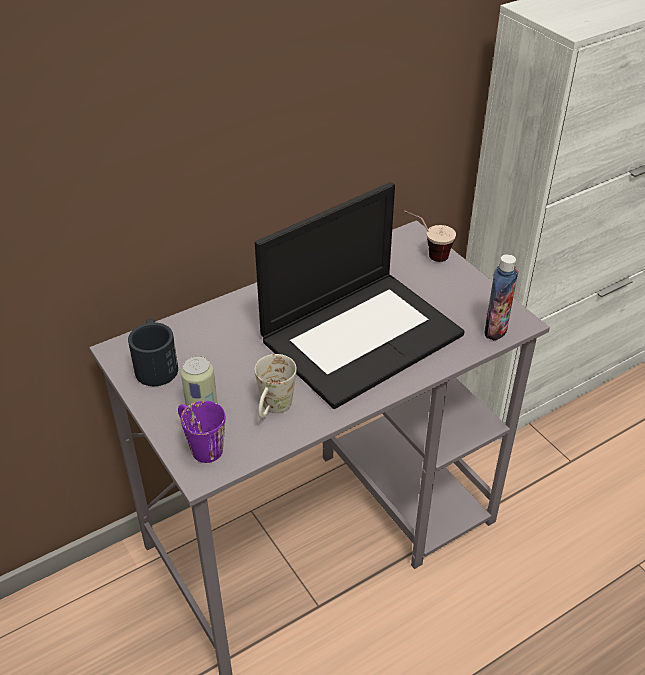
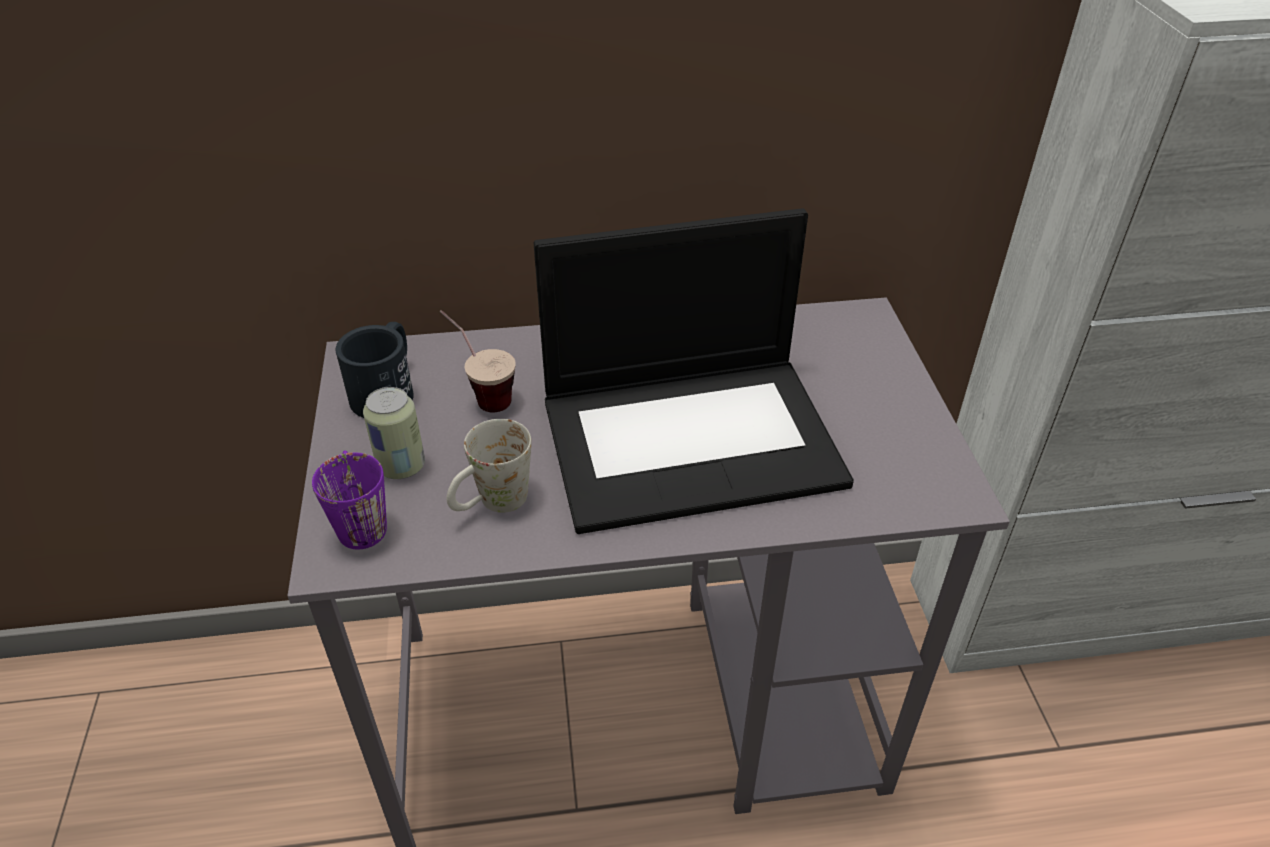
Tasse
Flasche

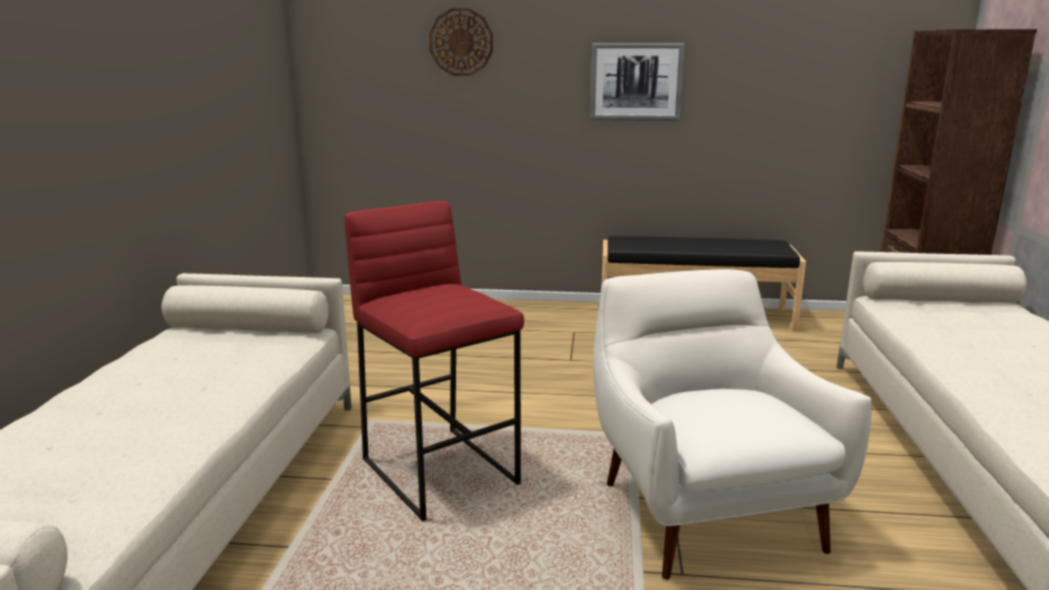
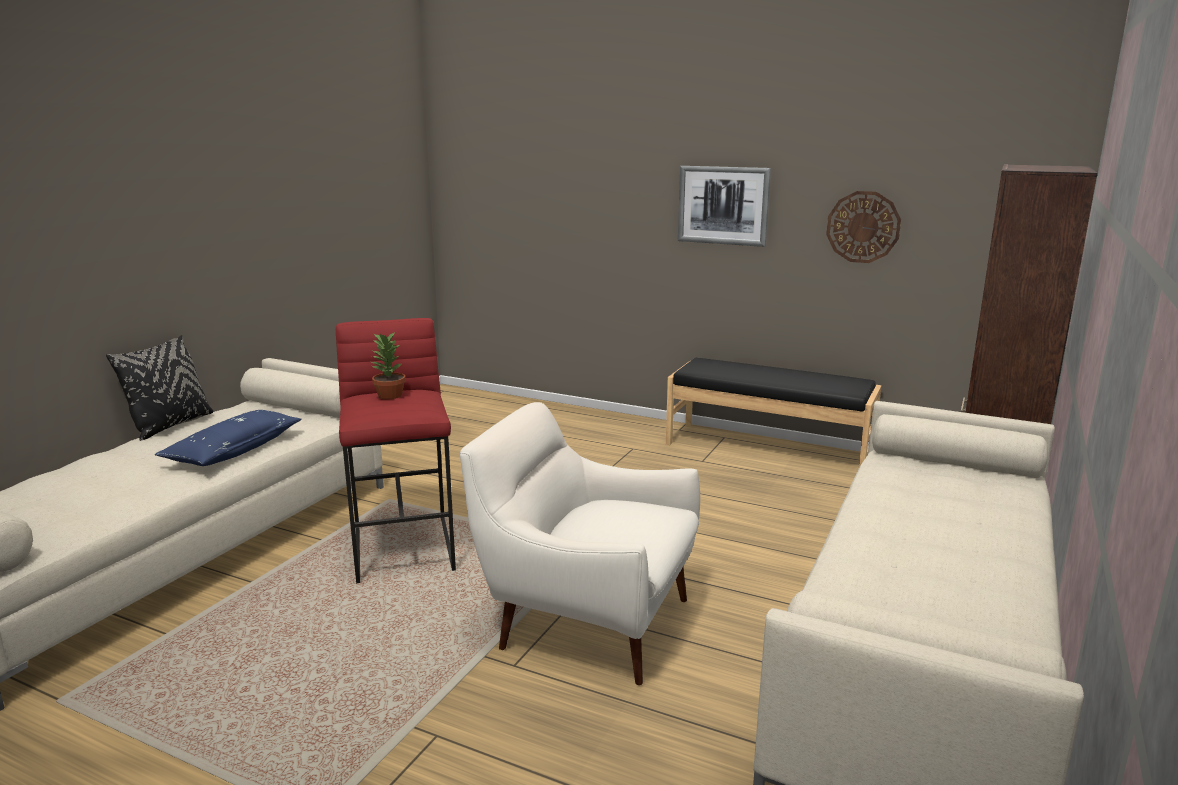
Wanduhr
Sessel/weiß
Topfpflanze
Kissen/schwarz
Kissen/blau

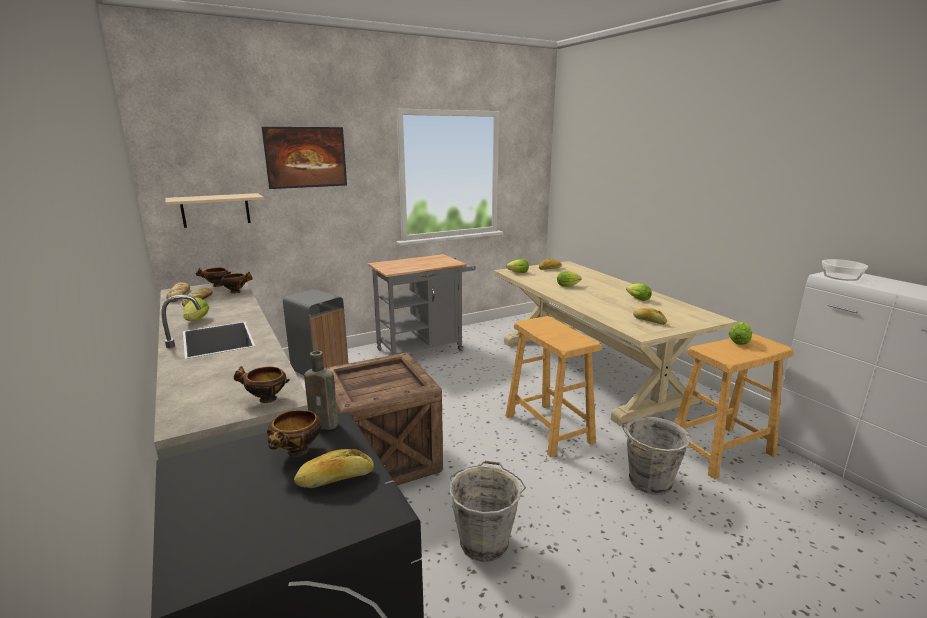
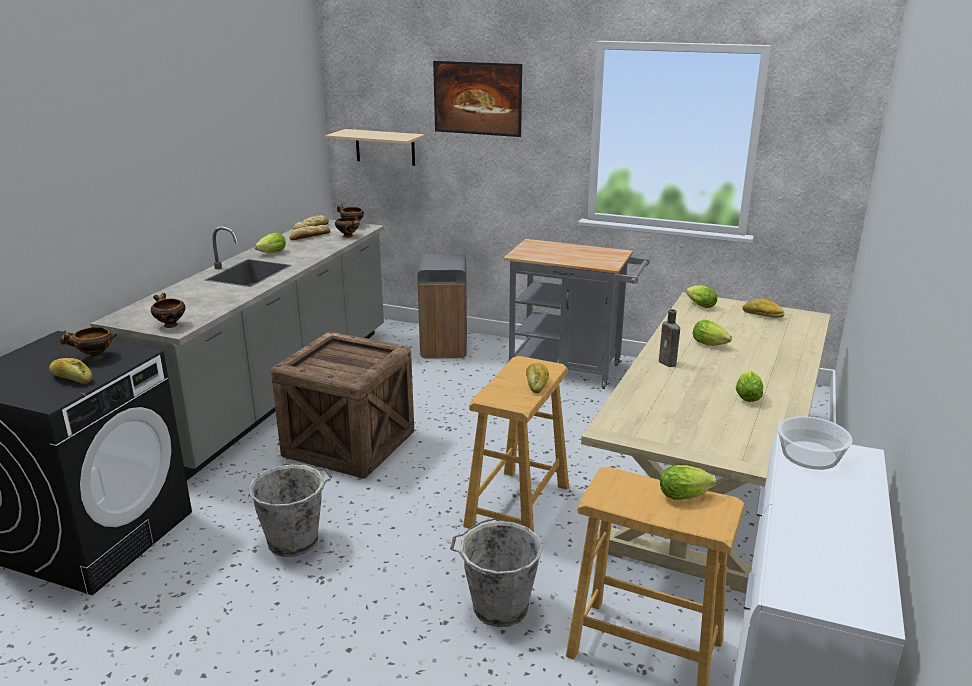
Brot (no. 4 from left)
Flasche/braun

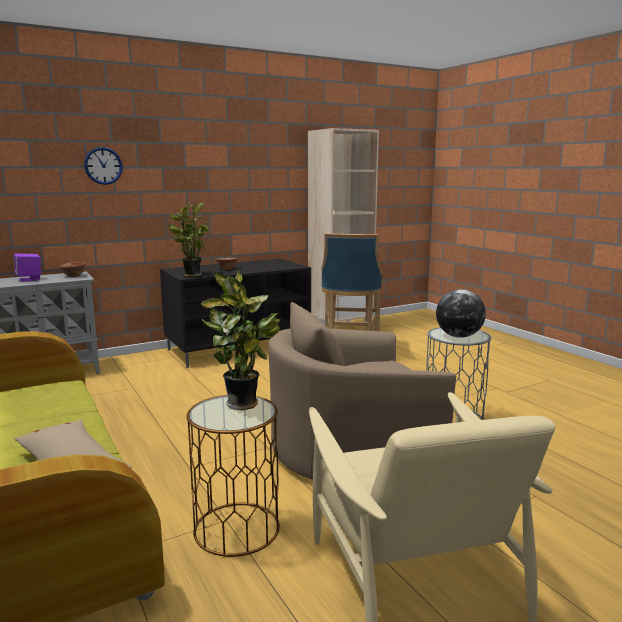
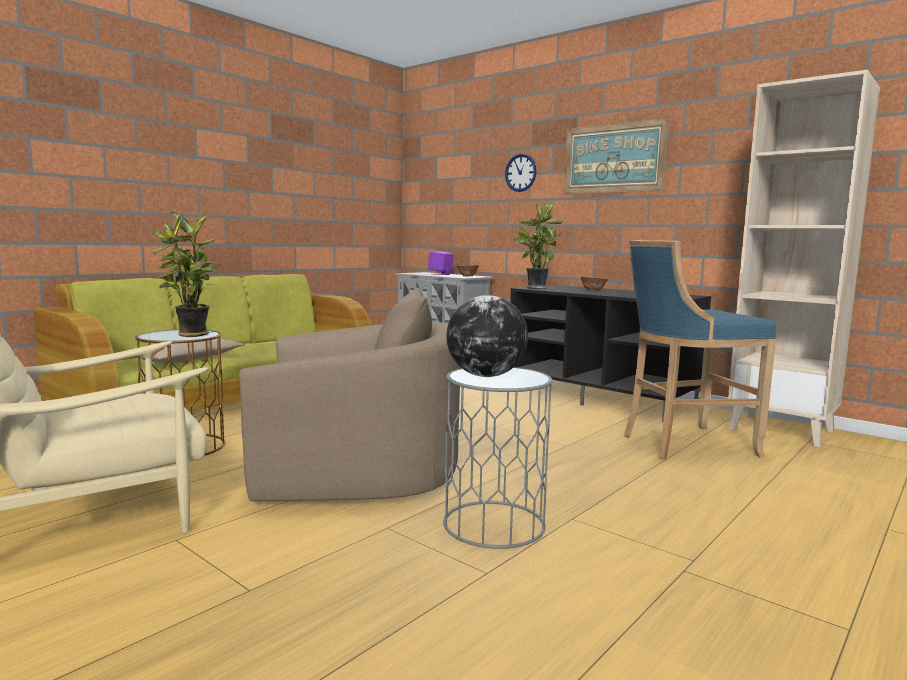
Sessel/beige (no. 2 from left)
Bild

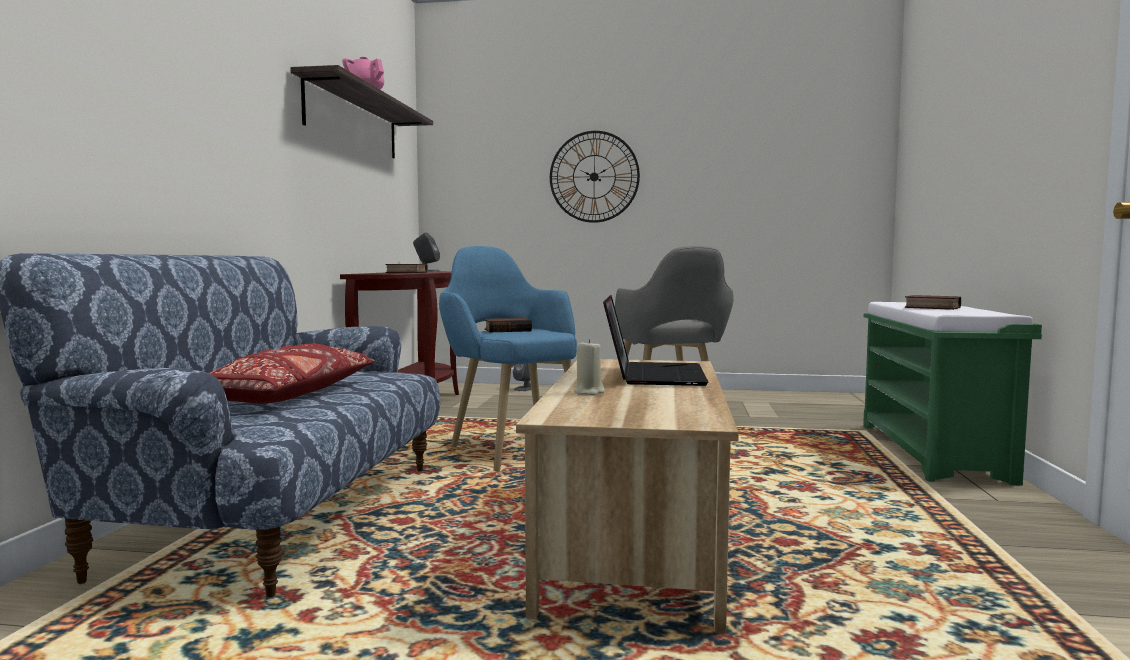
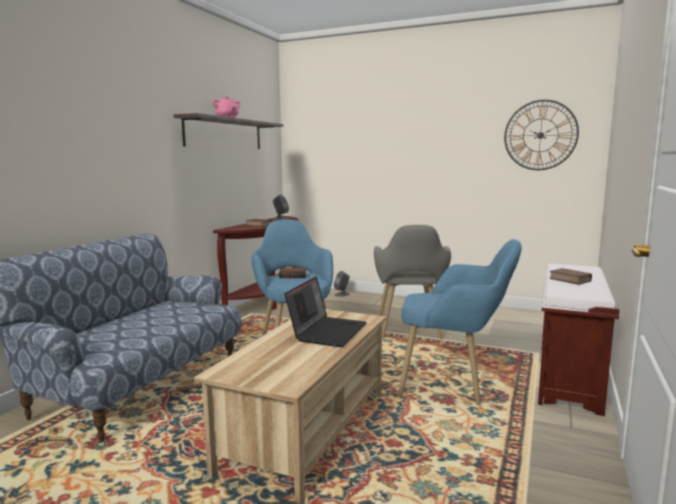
Wanduhr
Bank/braun
Kerze/beige
Kissen/rot
Sessel/blau (no. 2 from left)

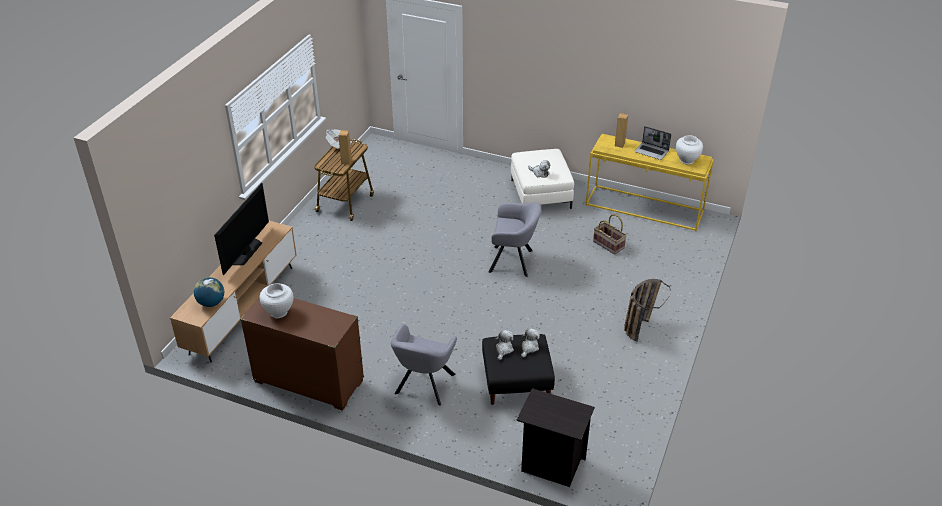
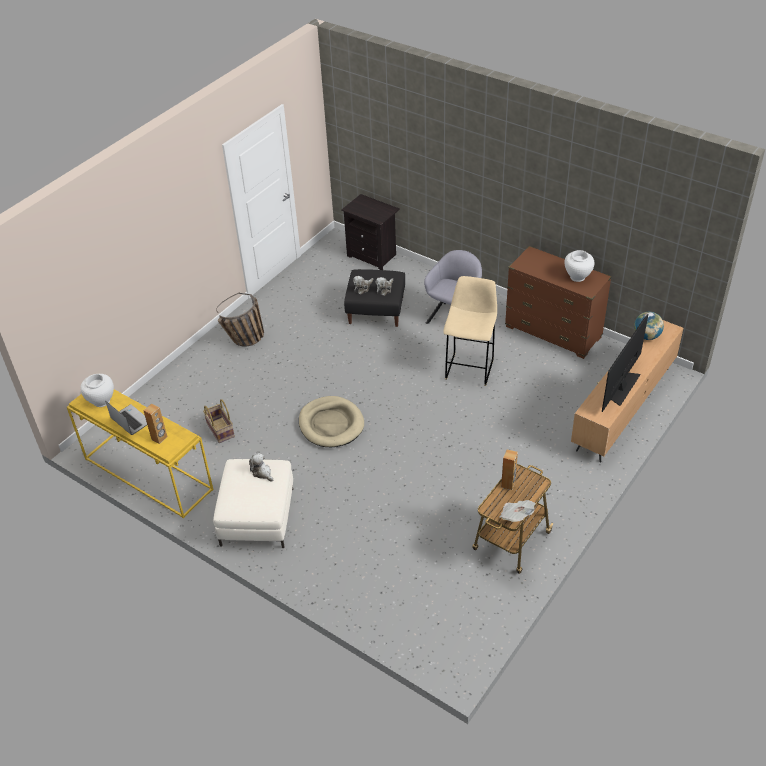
Hundebett/beige
Hocker/beige

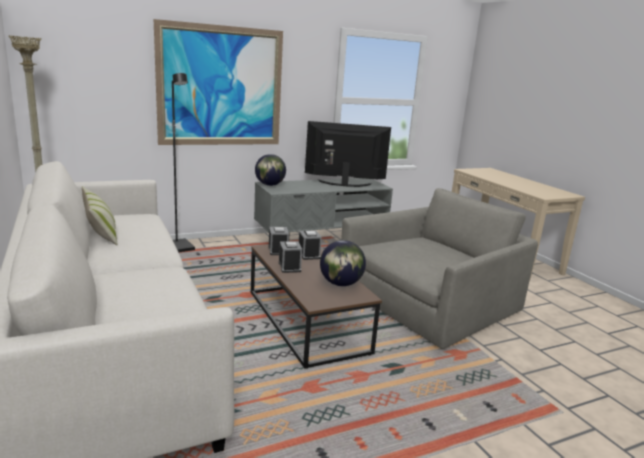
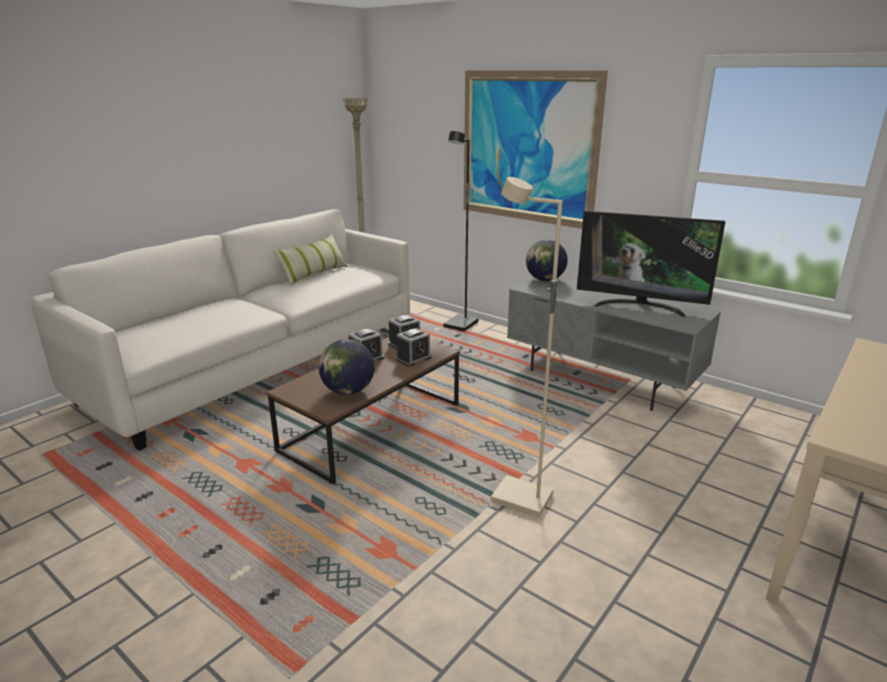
Fernseher
Stehlampe/beige (no. 2 from left)

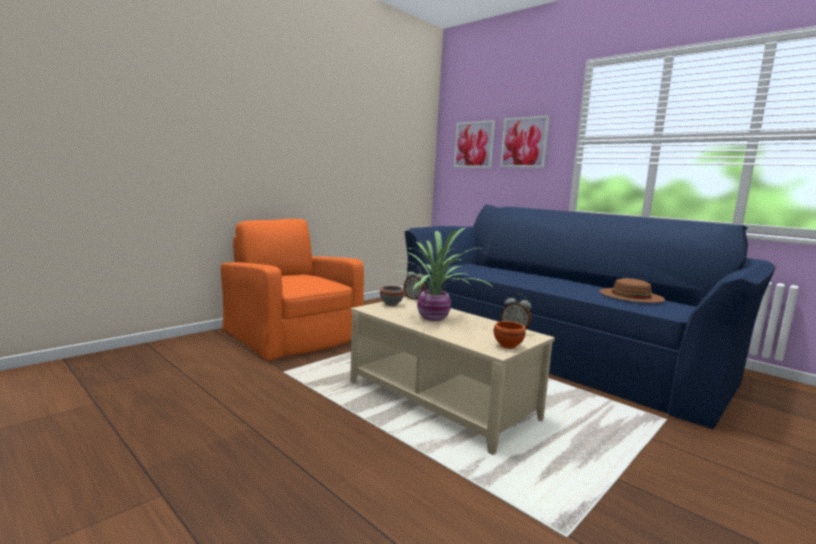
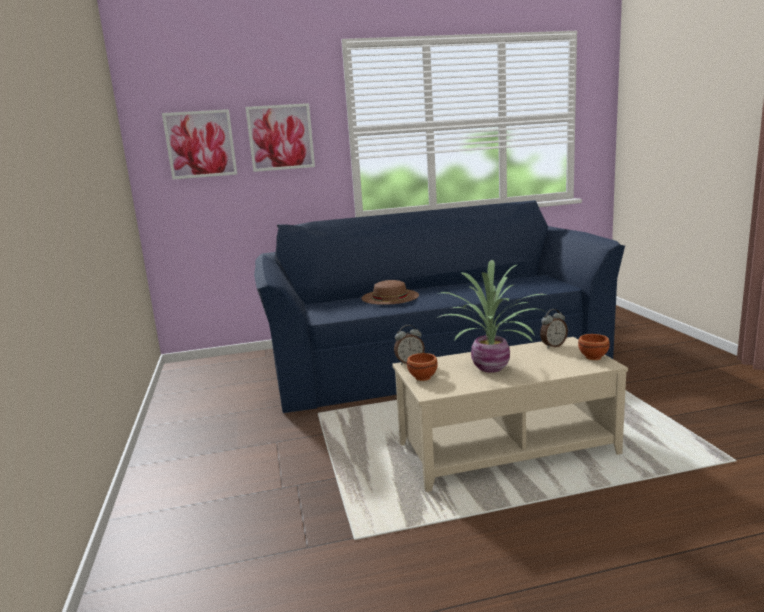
Sessel/orange
Hut/braun
Schüssel/braun (no. 1 from left)

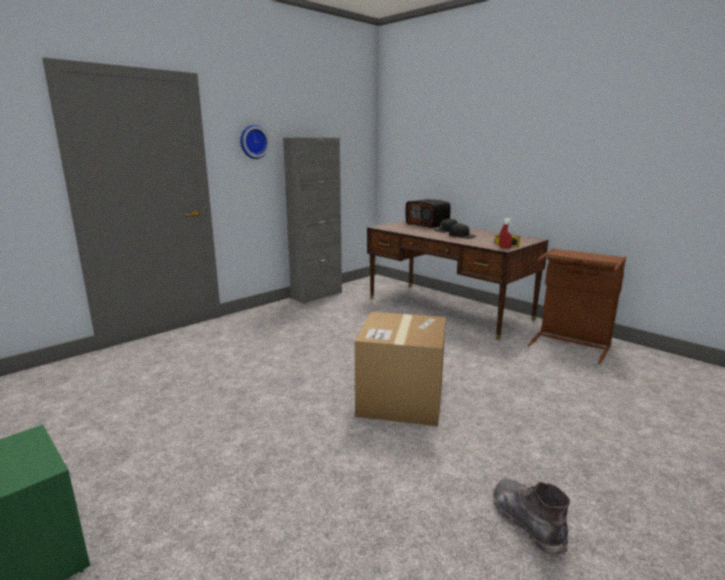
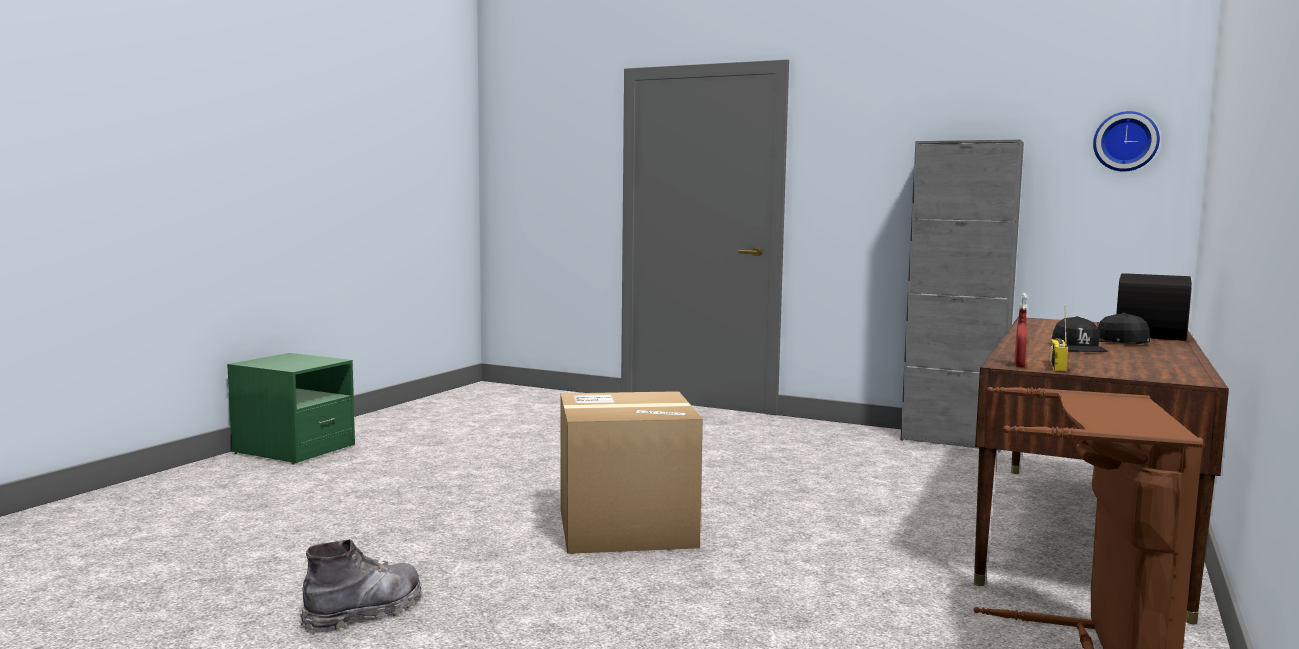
Wanduhr

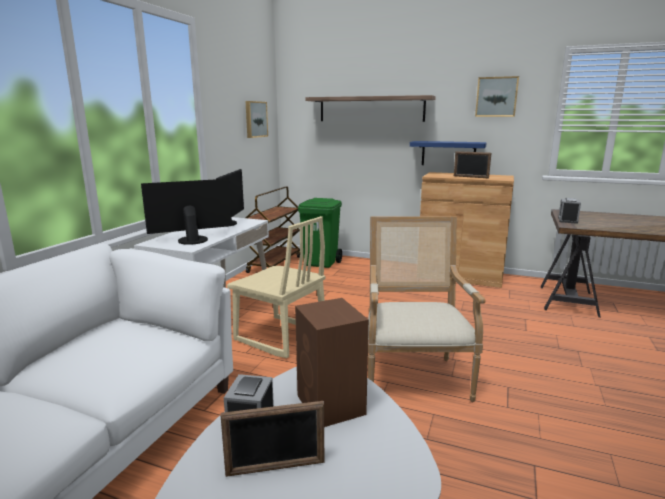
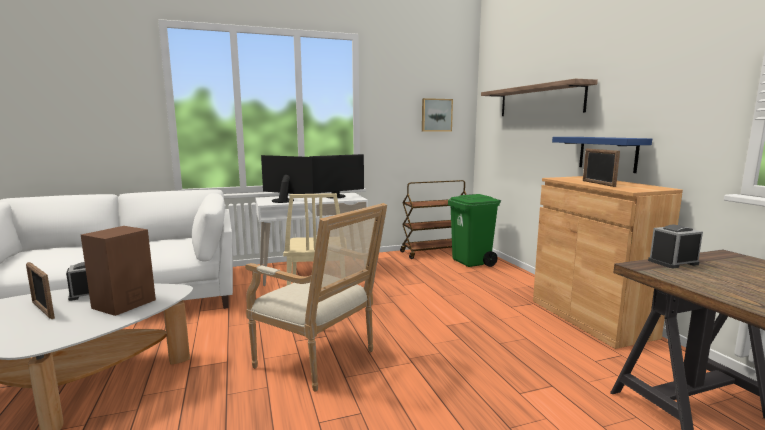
Bild (no. 2 from left in the first image)
Sessel

